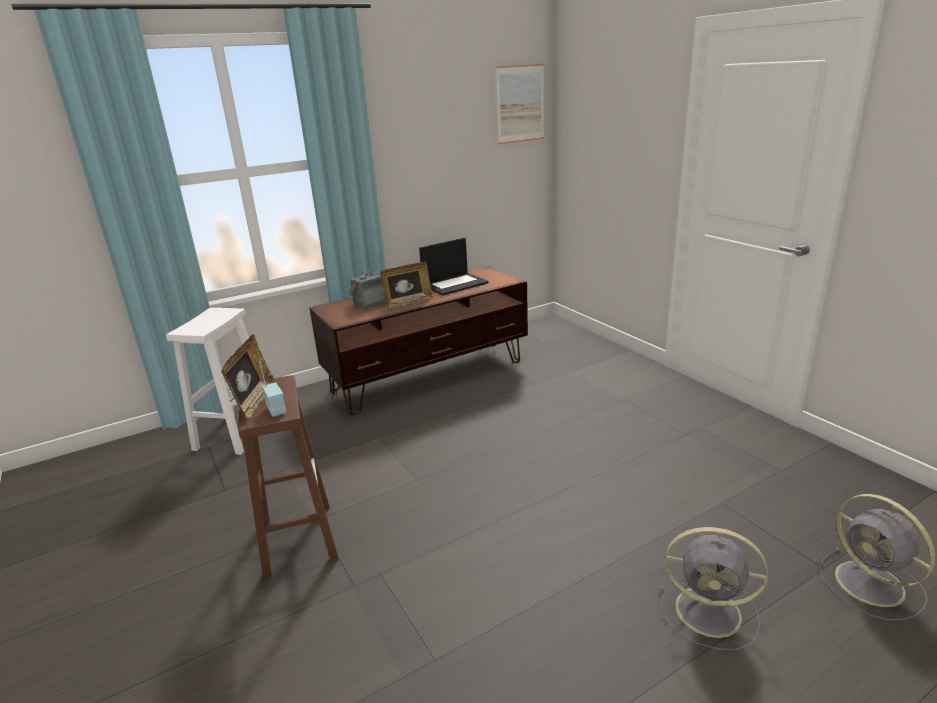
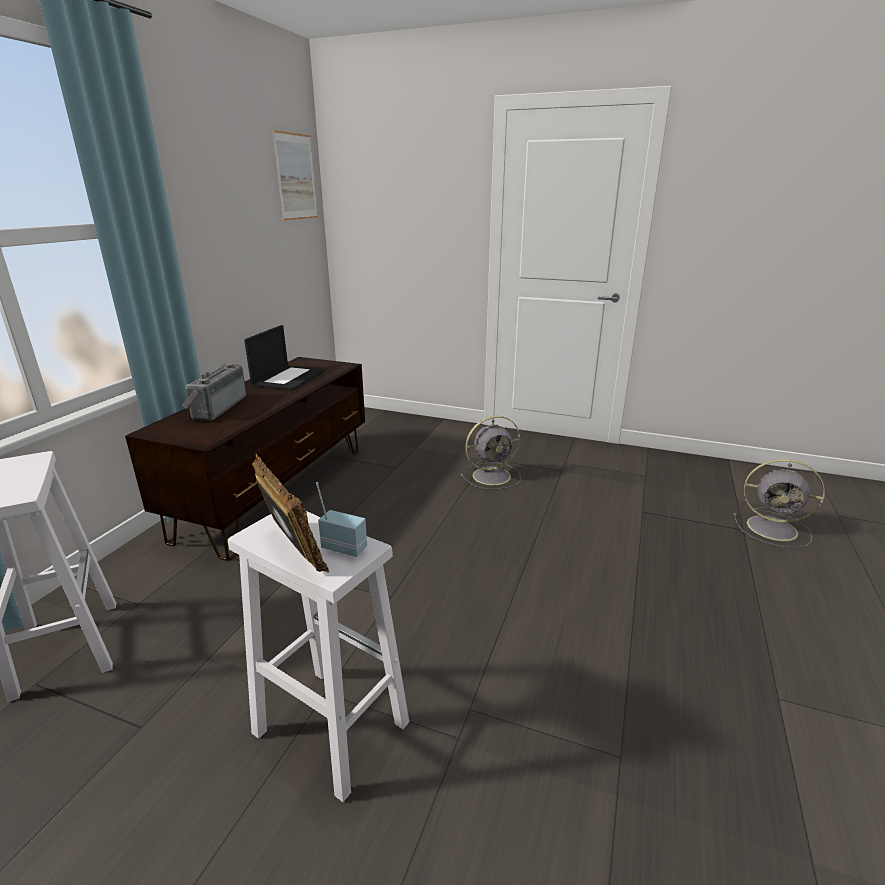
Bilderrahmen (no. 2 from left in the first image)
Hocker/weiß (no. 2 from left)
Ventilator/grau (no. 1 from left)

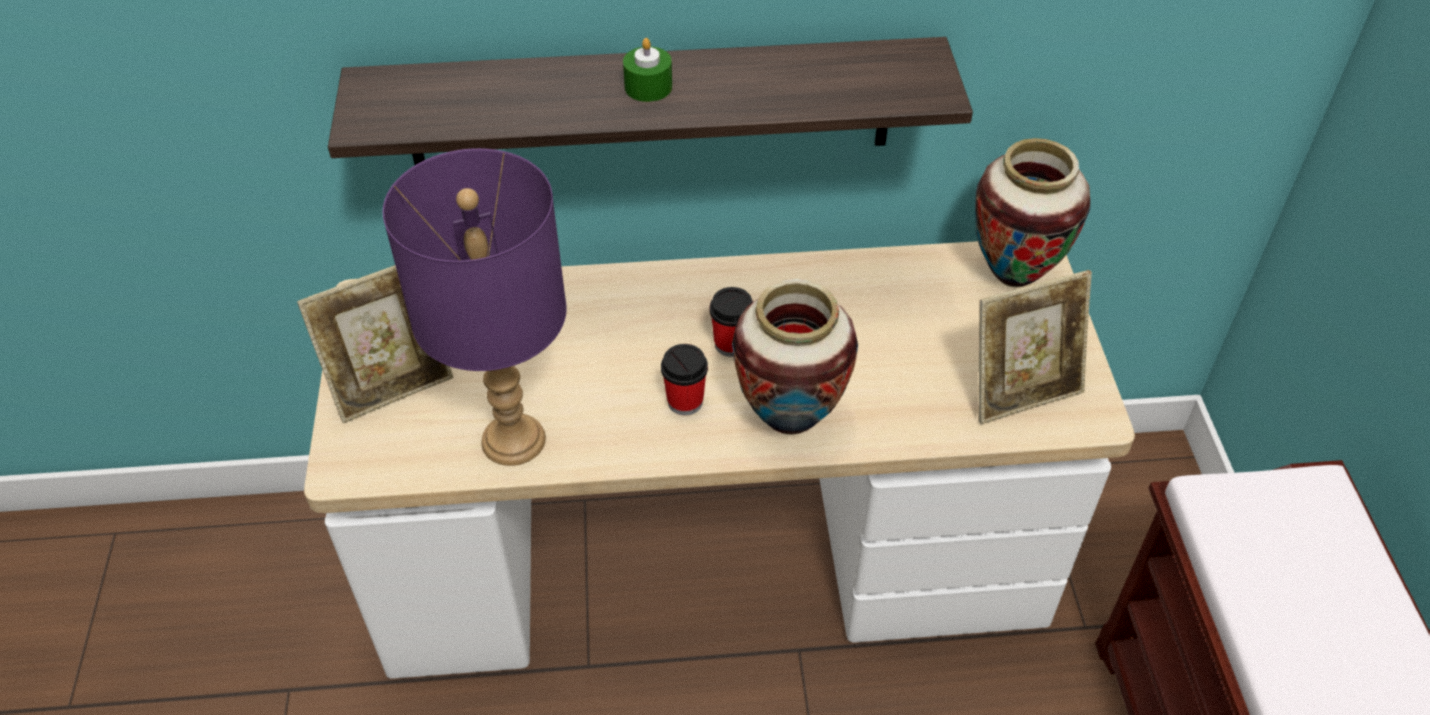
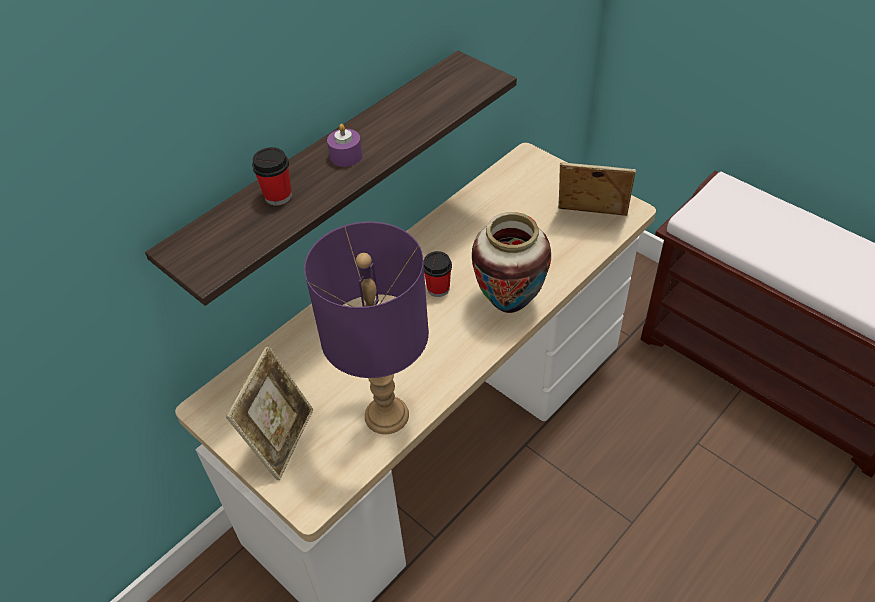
Kerze/lila
Vase (no. 2 from left in the first image)
Bilderrahmen (no. 2 from left)
Tasse (no. 1 from left)

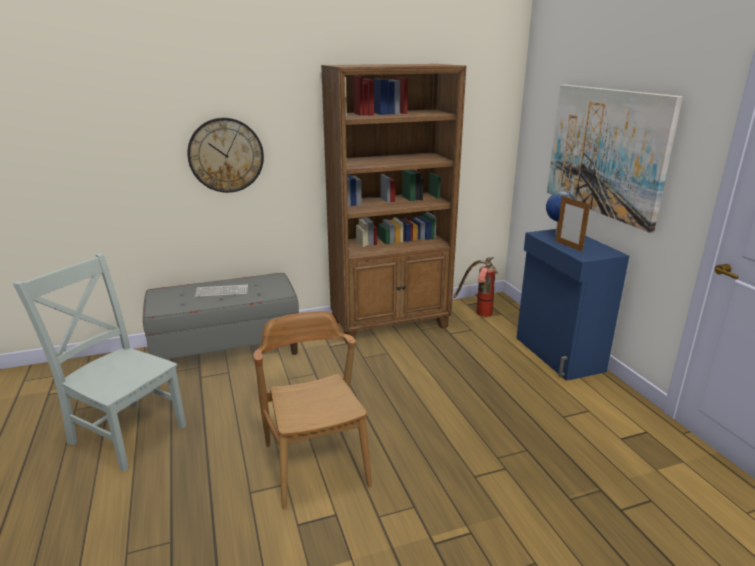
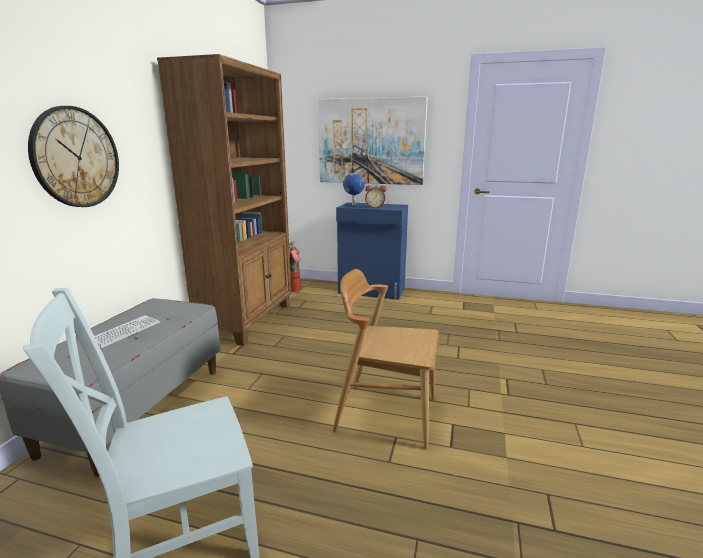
Wecker

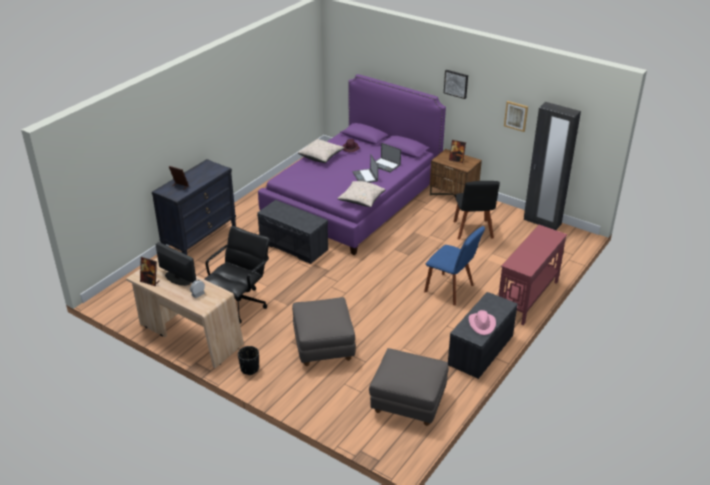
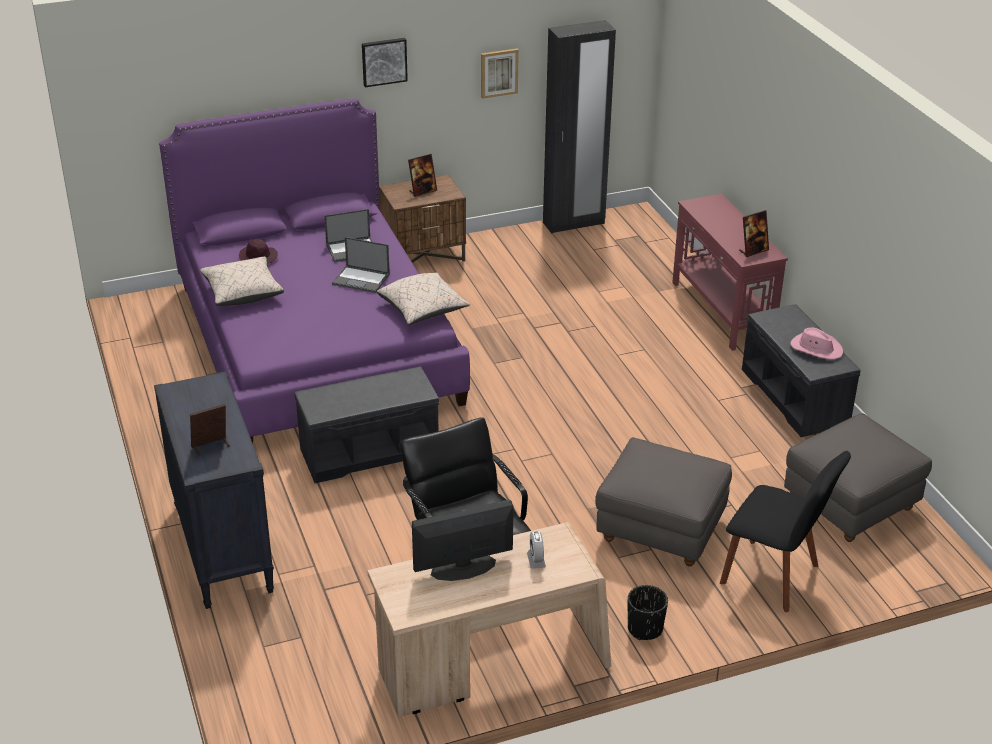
Stuhl/schwarz
Stuhl/blau
Bilderrahmen (no. 3 from left)

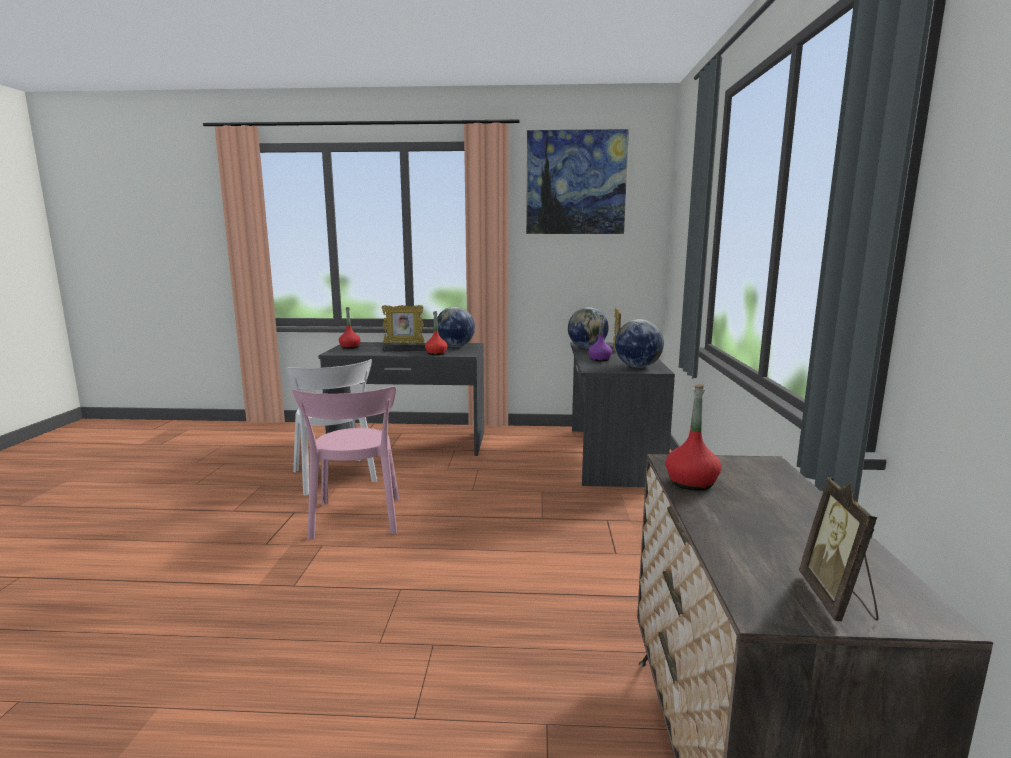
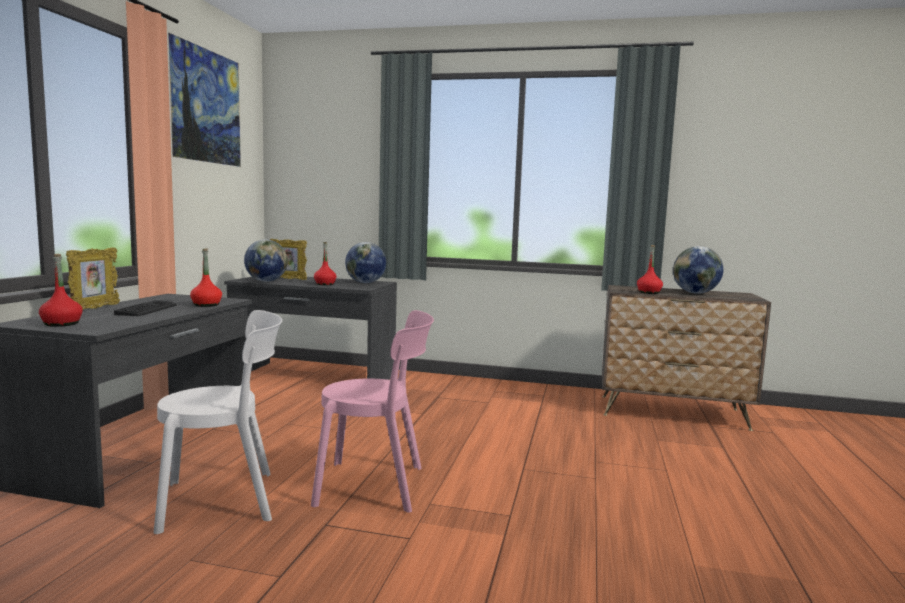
Globus (no. 3 from left)
Flasche/rot (no. 3 from left)
Bilderrahmen (no. 3 from left in the first image)

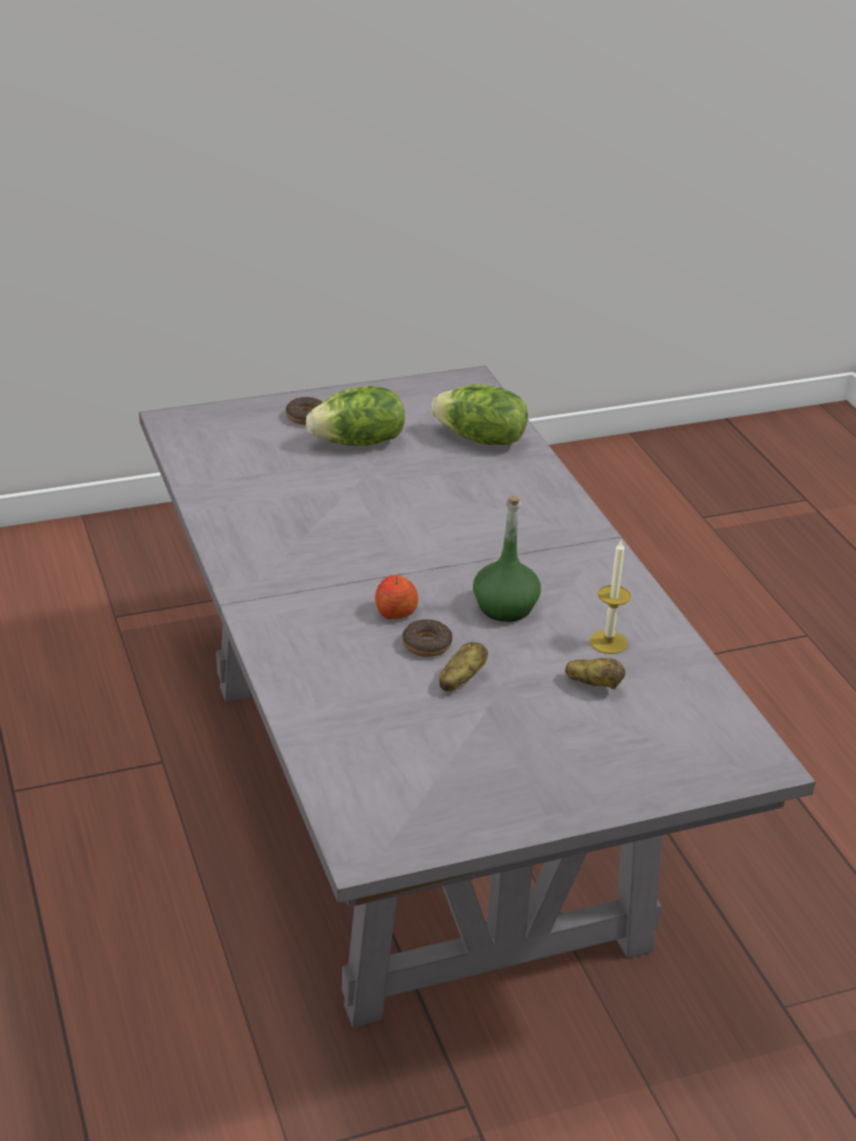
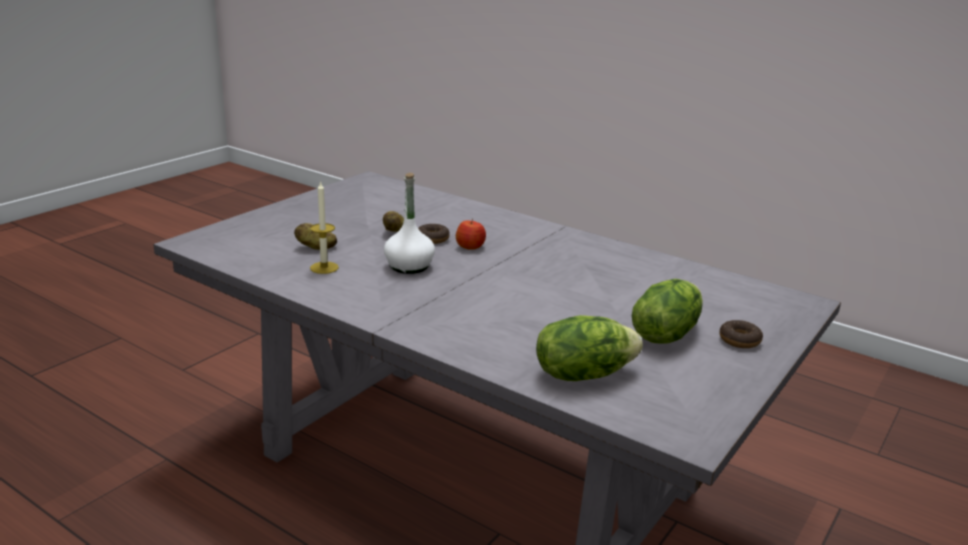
Flasche/weiß

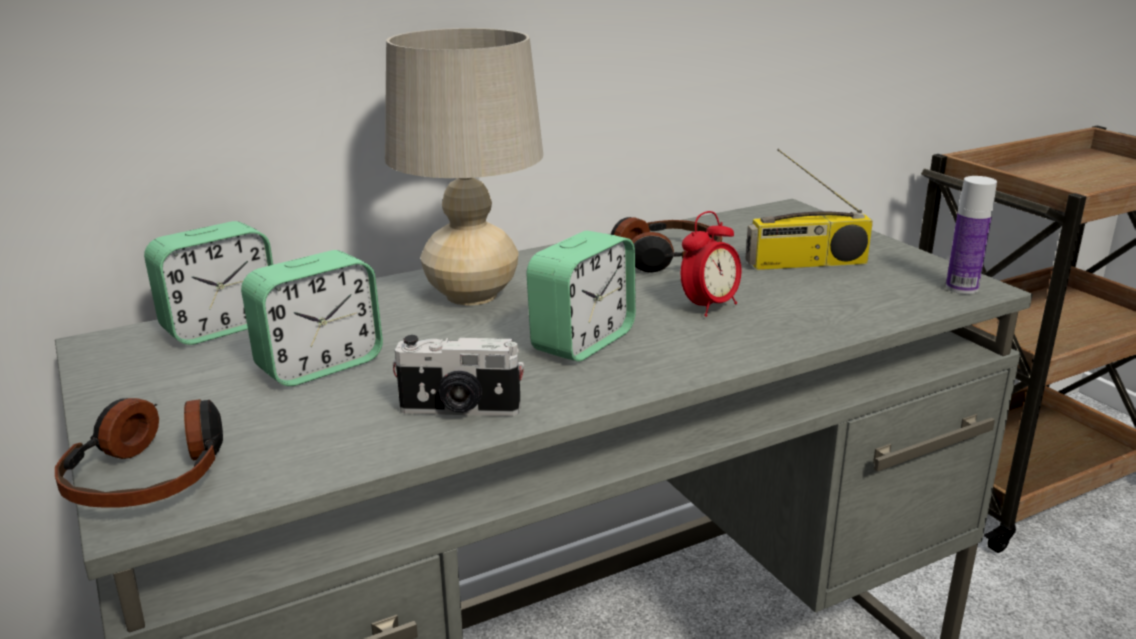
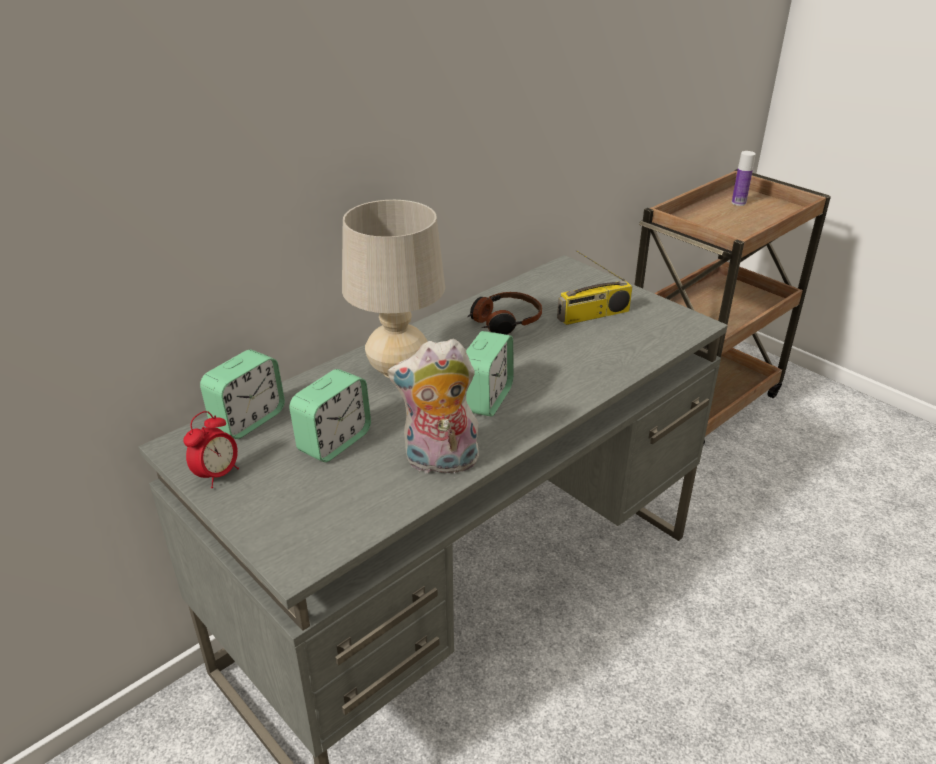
Flasche
Wecker (no. 1 from left)
Plüschtier
Kopfhörer (no. 1 from left in the first image)

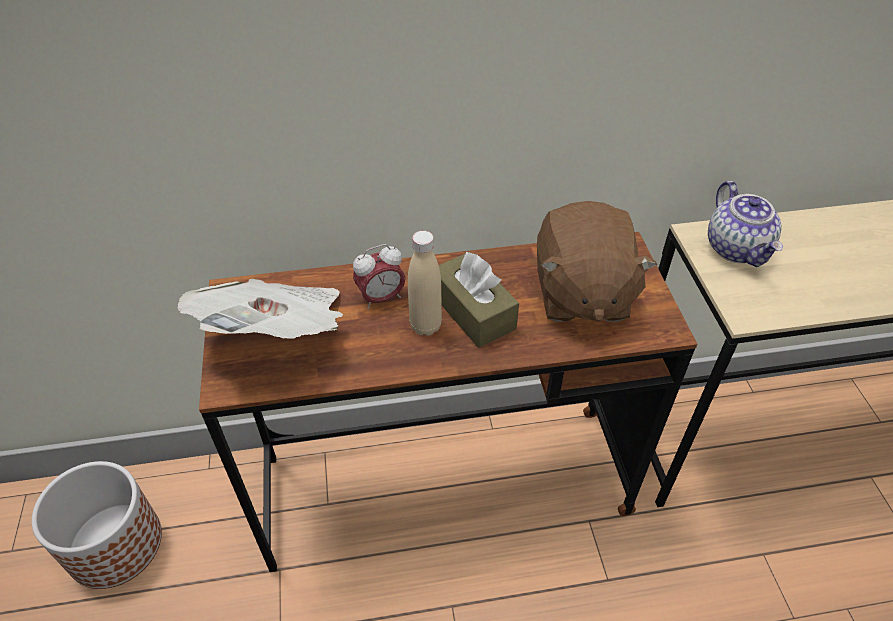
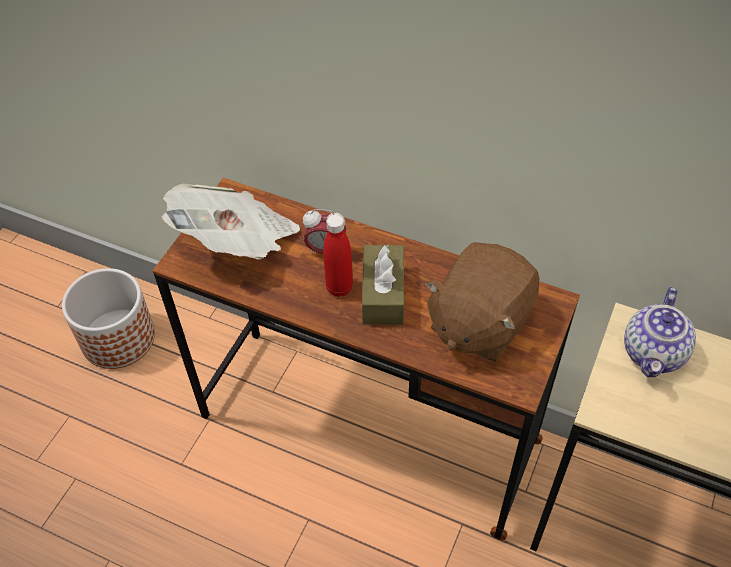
Flasche/rot

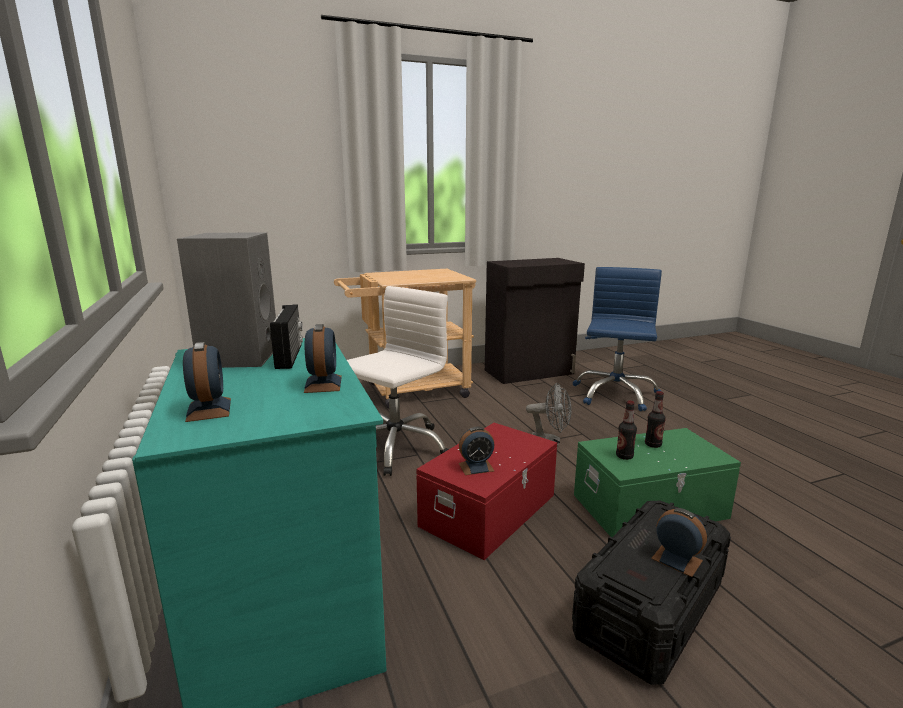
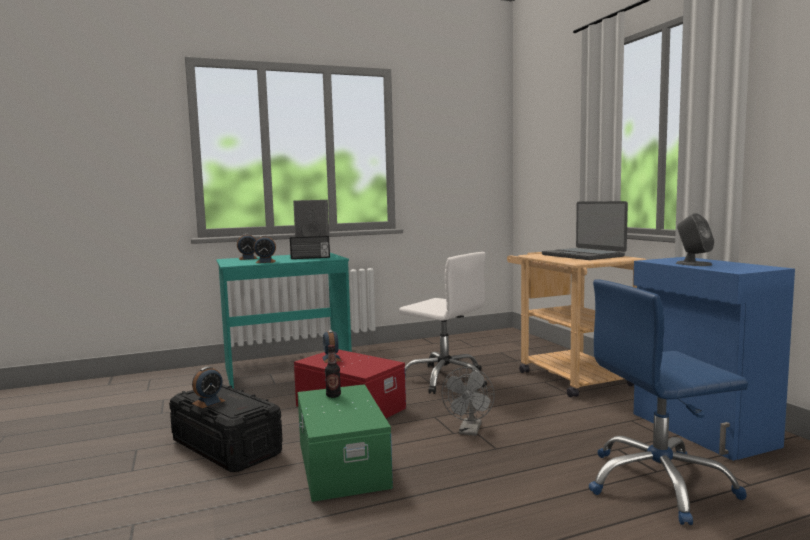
Schrank/blau
Bürostuhl/blau
Flasche (no. 2 from left in the first image)
Laptop
Lautsprecher/grau (no. 2 from left)

